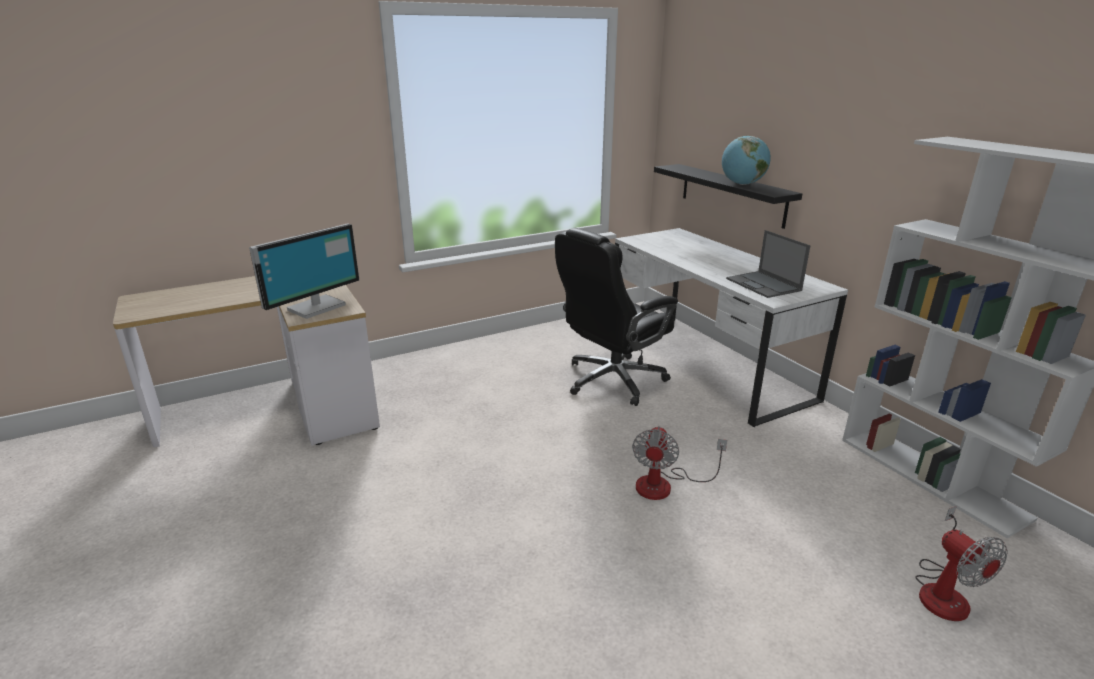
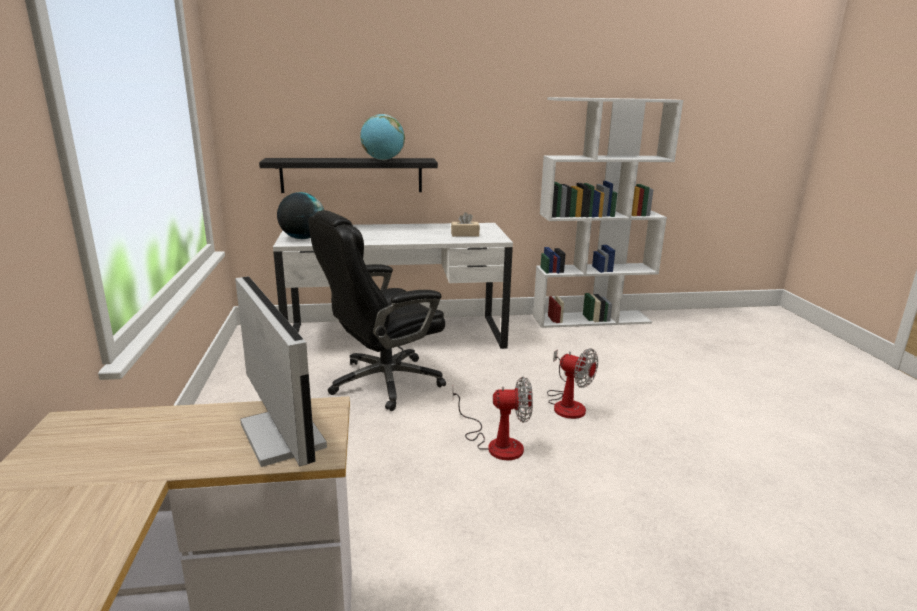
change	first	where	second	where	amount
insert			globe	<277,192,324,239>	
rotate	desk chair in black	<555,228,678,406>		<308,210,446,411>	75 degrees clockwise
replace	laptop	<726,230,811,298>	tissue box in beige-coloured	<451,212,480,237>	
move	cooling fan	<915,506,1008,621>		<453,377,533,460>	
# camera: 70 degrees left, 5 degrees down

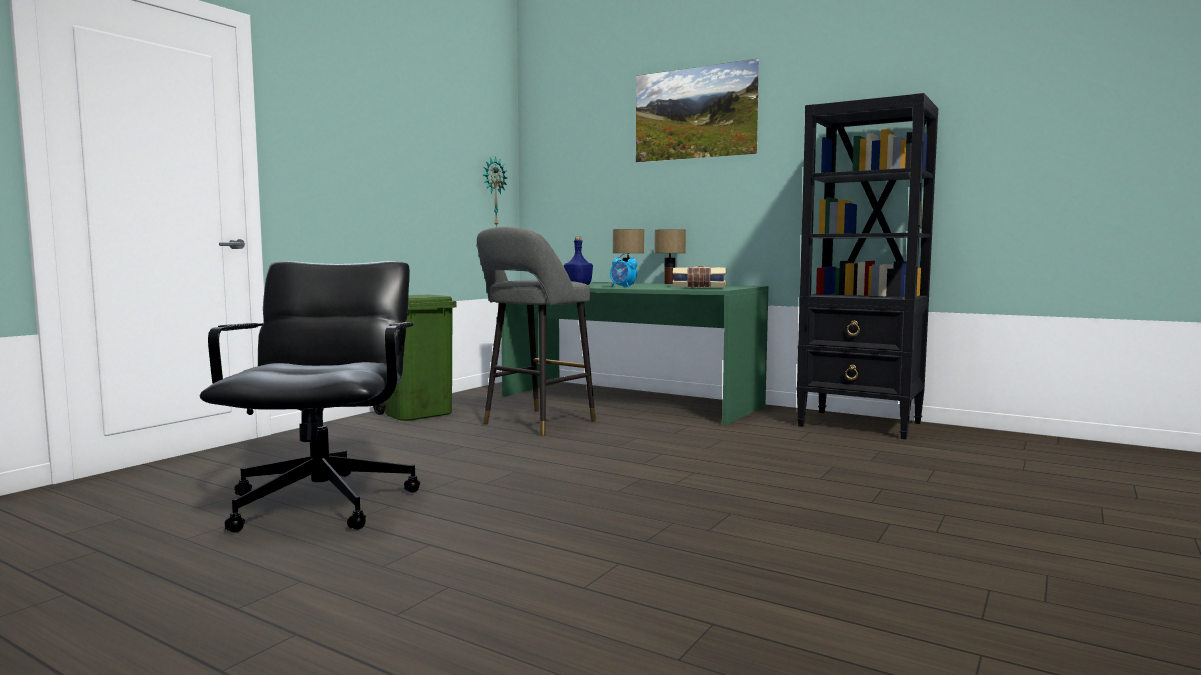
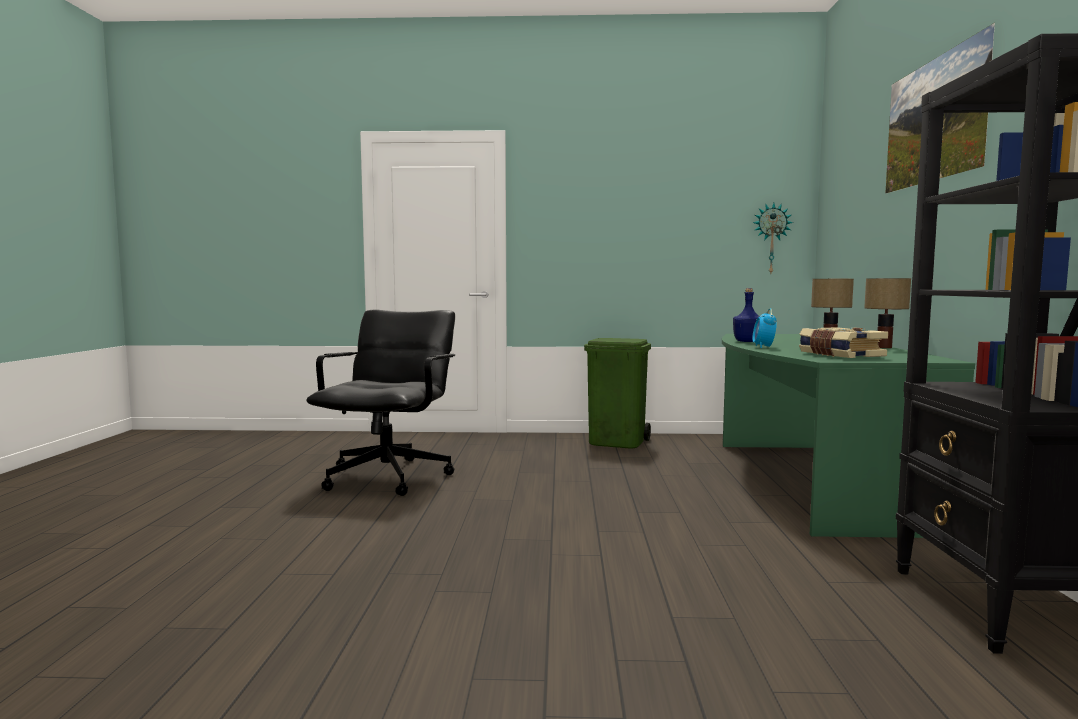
change	first	where	second	where	amount
rotate	desk chair in black	<200,261,420,533>		<306,310,455,496>	45 degrees counterclockwise
delete	stool seat in greyish	<477,227,596,436>			
# camera: 60 degrees right, 0 degrees up

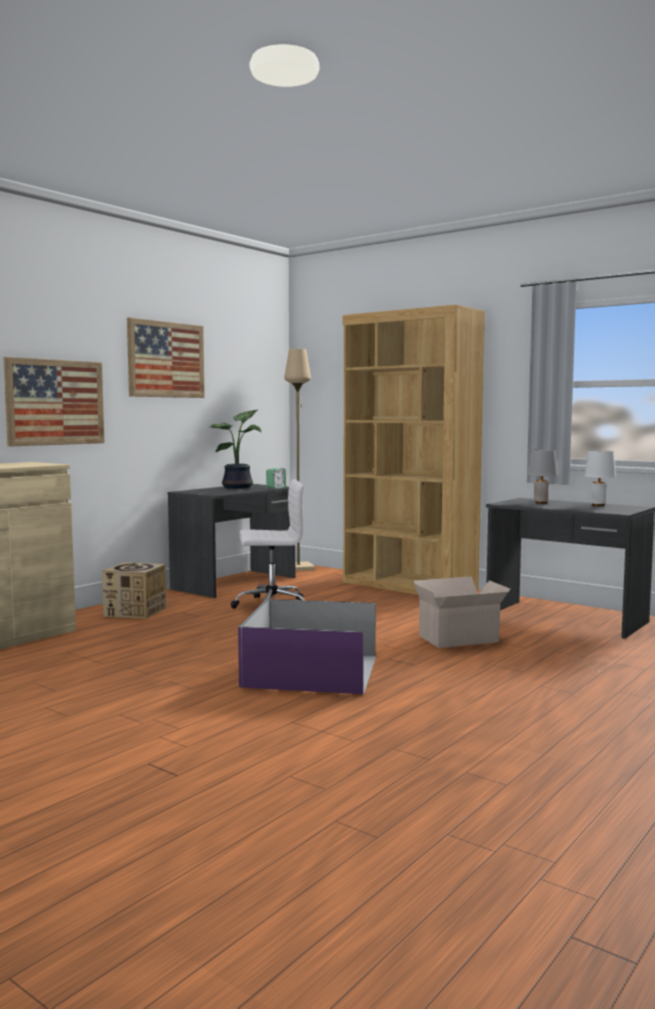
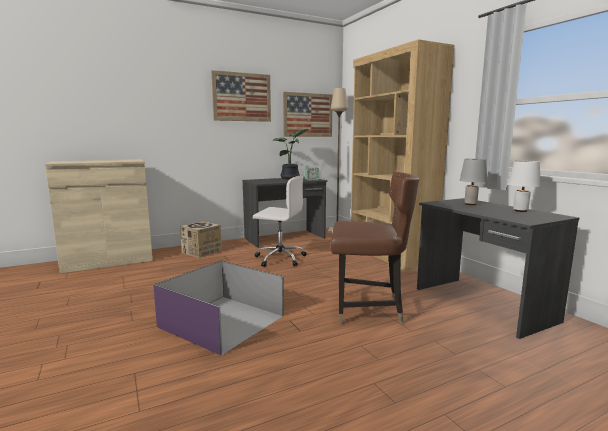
change	first	where	second	where	amount
move	wall art	<3,357,105,447>		<283,92,333,137>	
replace	cardboard box	<414,576,510,648>	plain chair in brown	<331,172,419,325>	
# camera: 25 degrees right, 5 degrees up

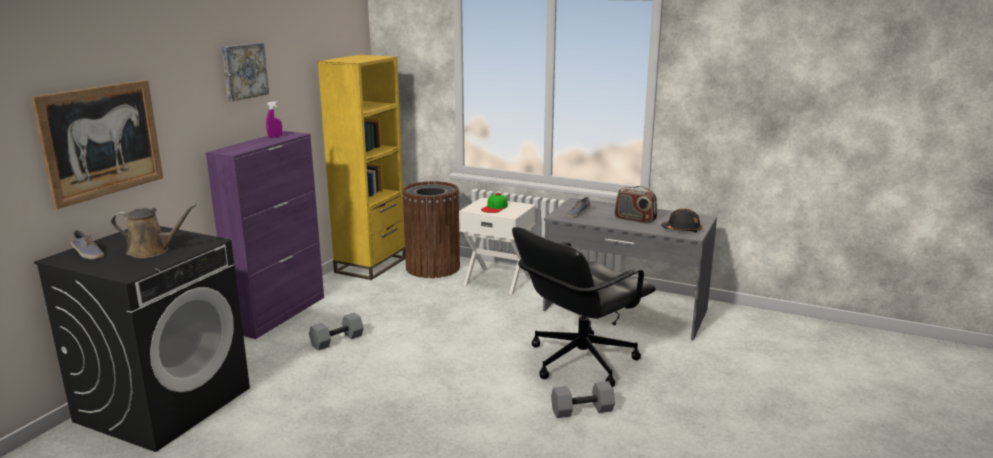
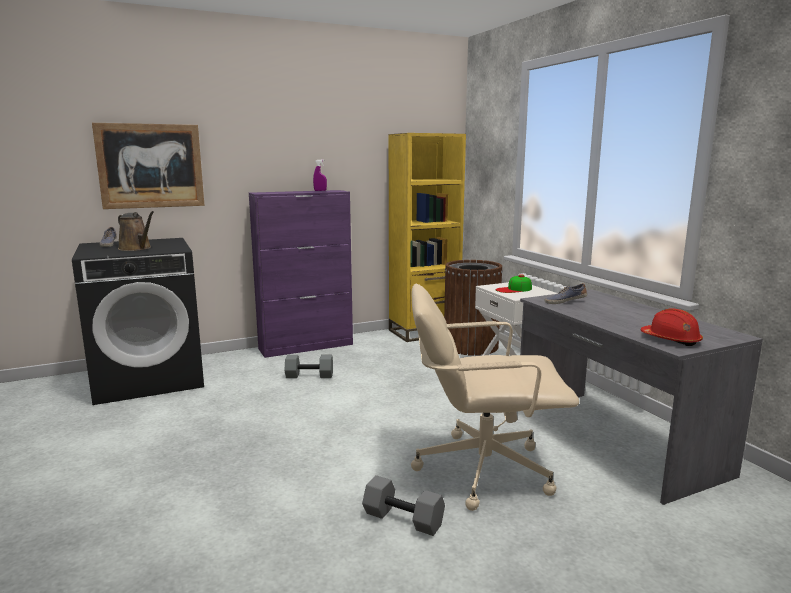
change	first	where	second	where	amount
recolor	desk chair in black	<512,227,656,387>	desk chair in beige-coloured	<411,284,579,511>	
recolor	work helmet in black	<661,208,702,232>	work helmet in reddish	<641,309,703,346>	
delete	wall art	<222,43,269,102>			
delete	radio	<614,186,657,224>			
# camera: 40 degrees right, 5 degrees down

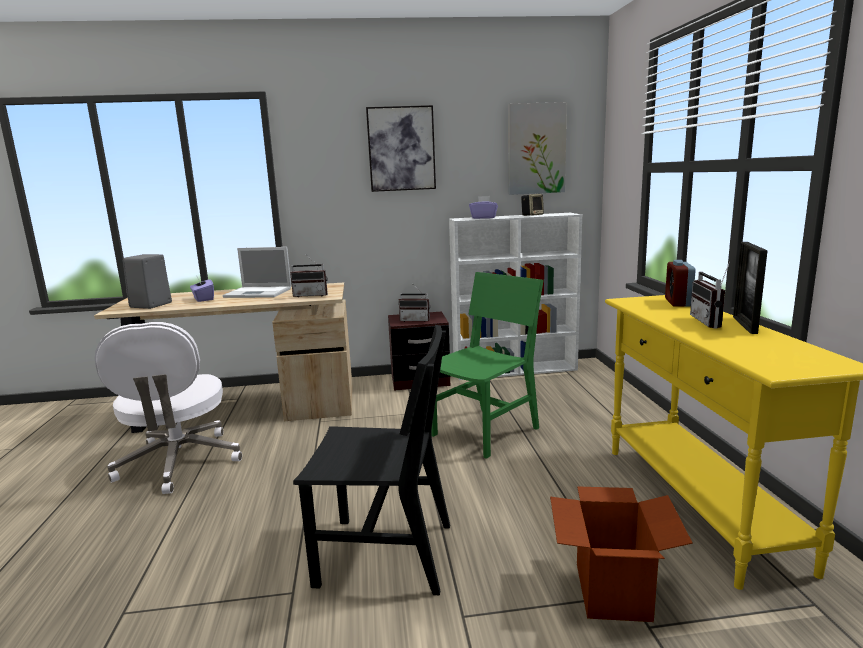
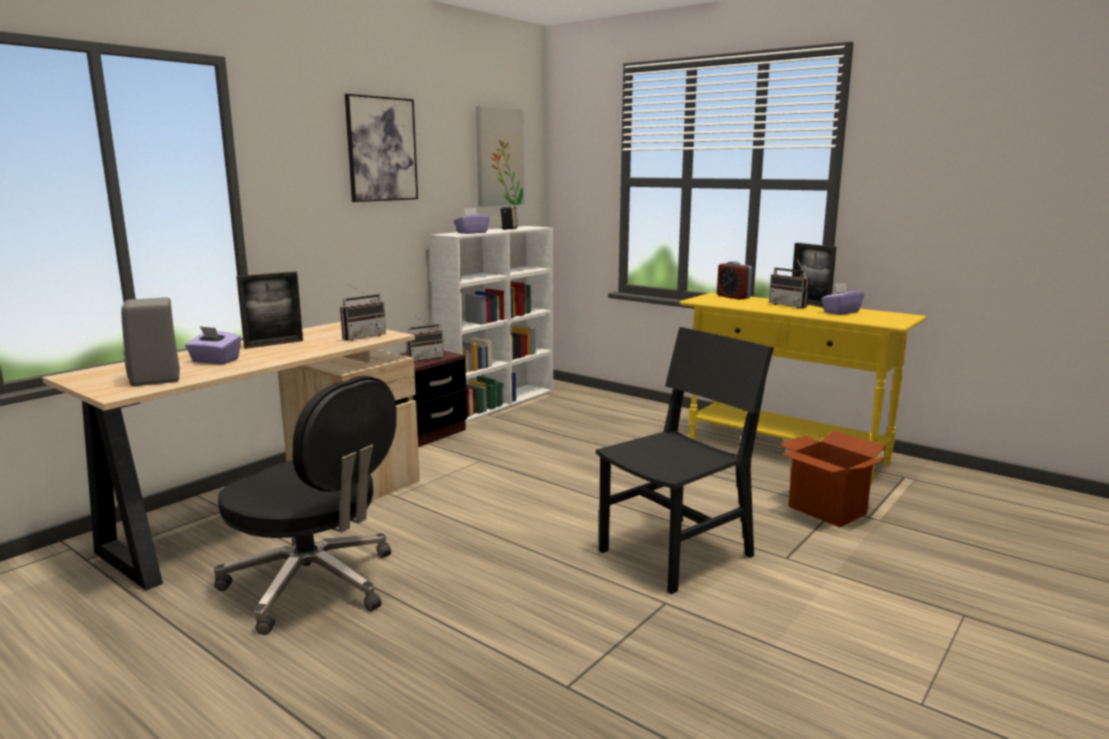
change	first	where	second	where	amount
recolor	desk chair in whitish	<95,322,242,494>	desk chair in black	<214,375,397,635>	
replace	laptop	<222,247,291,298>	standing frame	<236,271,303,349>	
insert			tissue box in purple-coloured	<821,282,864,315>	
delete	plain chair in green-coloured	<431,272,544,459>			
# camera: 45 degrees left, 0 degrees up

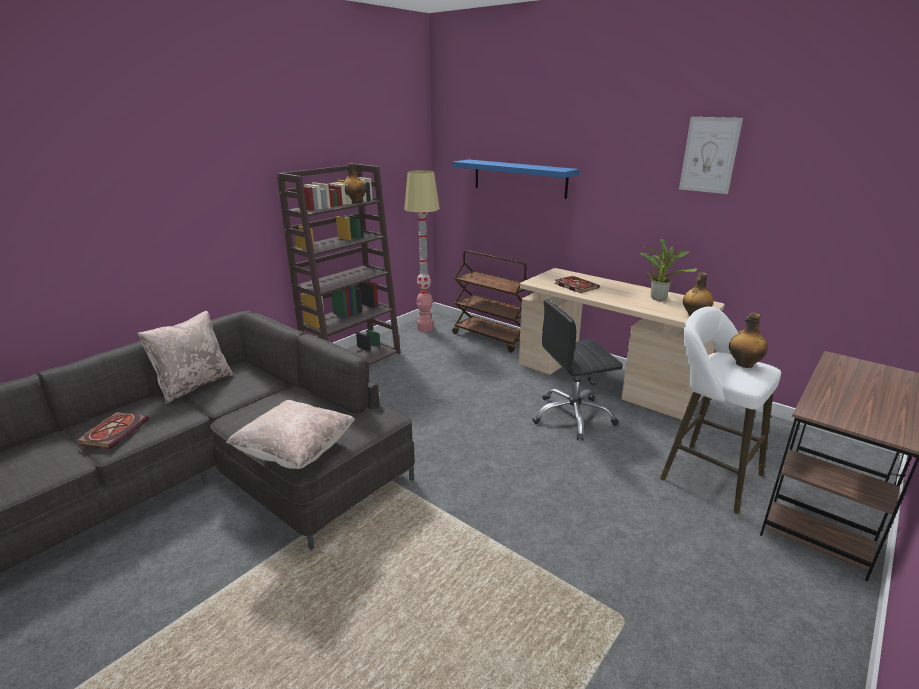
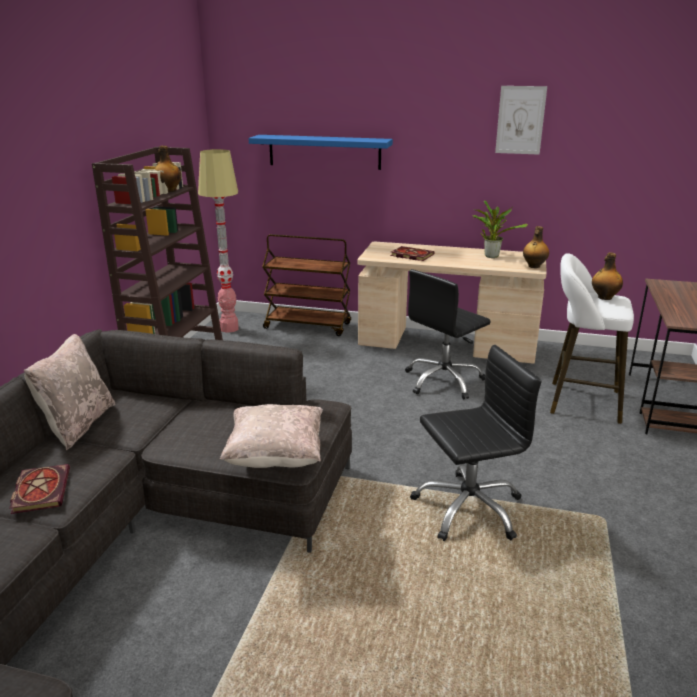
change	first	where	second	where	amount
insert			desk chair in black	<410,345,541,541>	
# camera: 25 degrees left, 0 degrees up

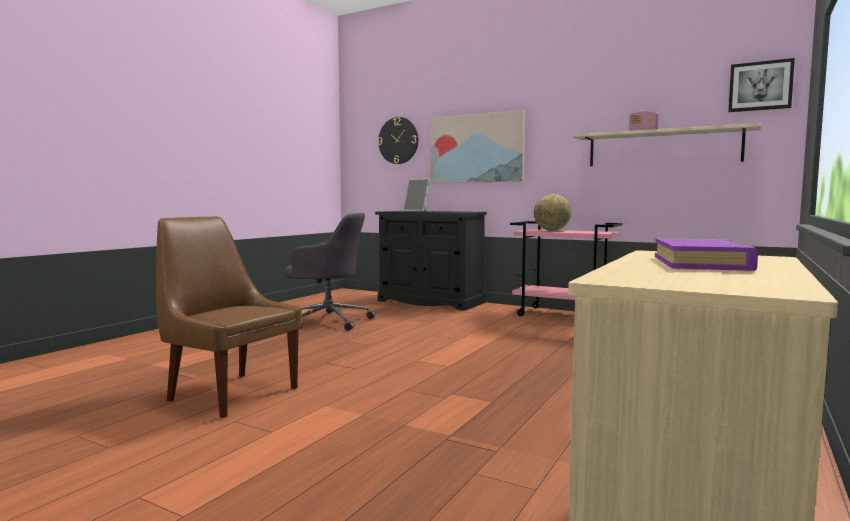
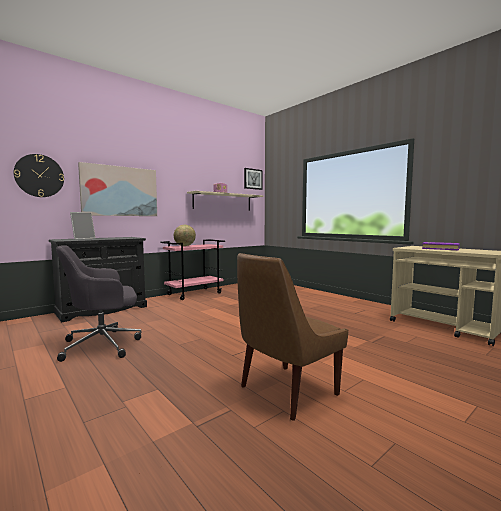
change	first	where	second	where	amount
rotate	desk chair in greyish	<284,213,375,331>		<56,245,141,362>	150 degrees counterclockwise
# camera: 70 degrees left, 0 degrees up

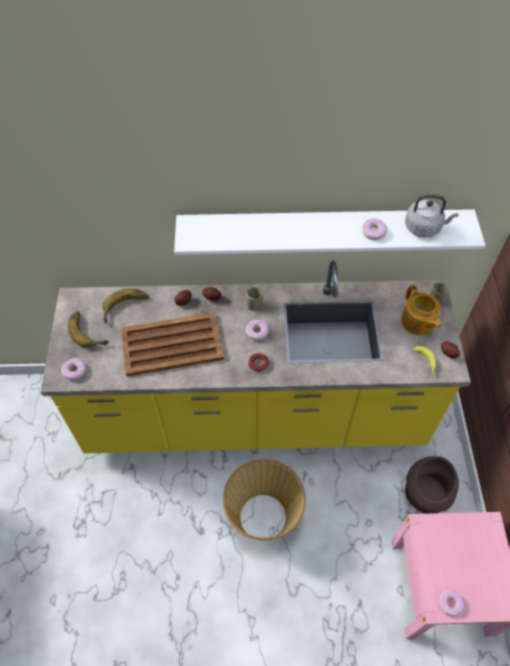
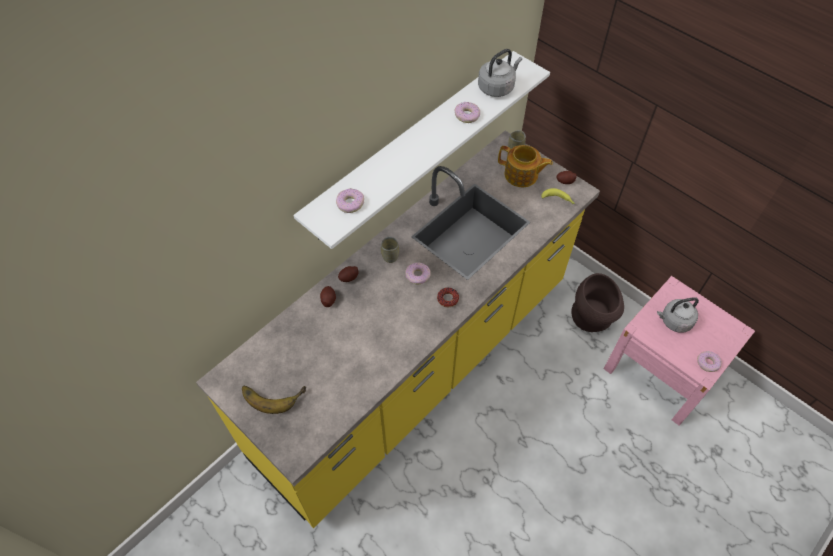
change	first	where	second	where	amount
move	doughnut	<61,358,86,380>		<336,189,364,213>	
insert			water kettle in greyish	<657,297,699,333>	
delete	banana fruit	<103,288,149,324>			
delete	serving tray in brown	<121,312,224,376>			
delete	household basket	<223,459,306,541>			
# camera: 45 degrees left, 0 degrees up

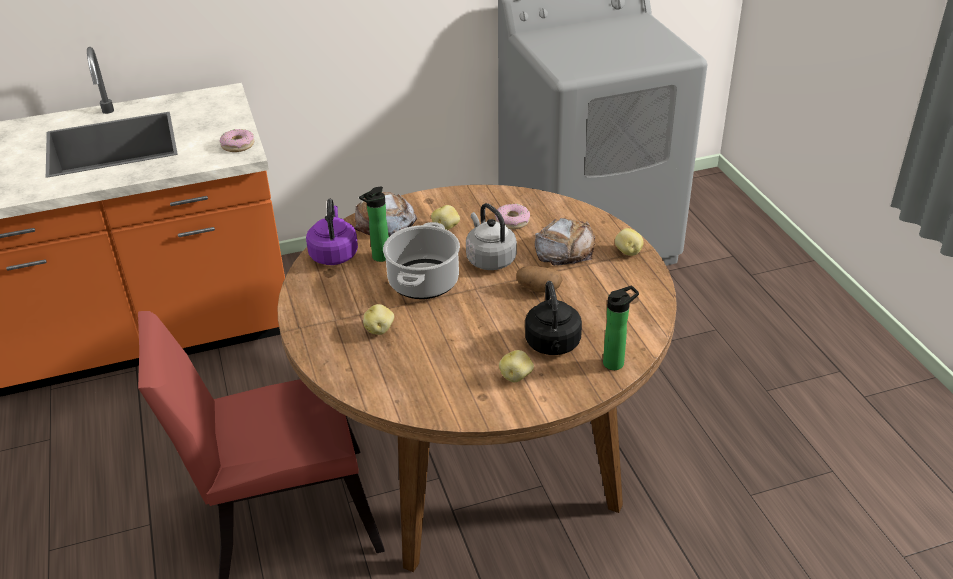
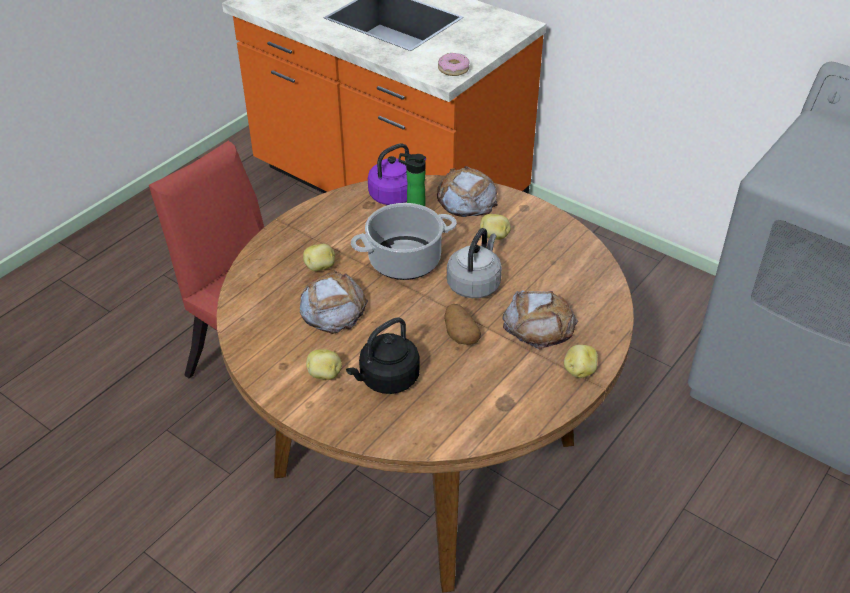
change	first	where	second	where	amount
insert			baked bread	<300,270,368,334>	
delete	doughnut	<495,204,530,230>			
delete	bottle	<603,286,639,370>			
# camera: 55 degrees right, 5 degrees up

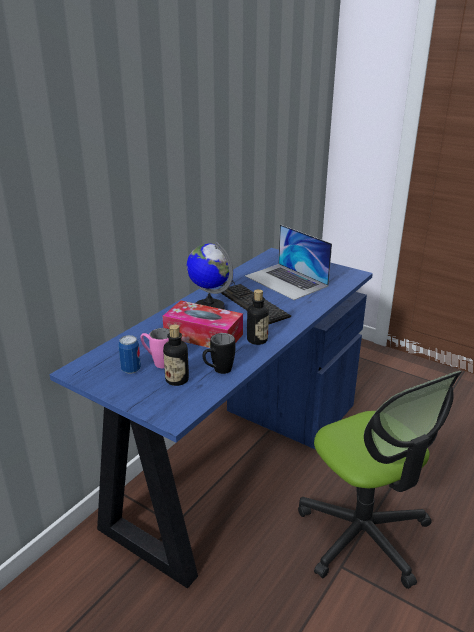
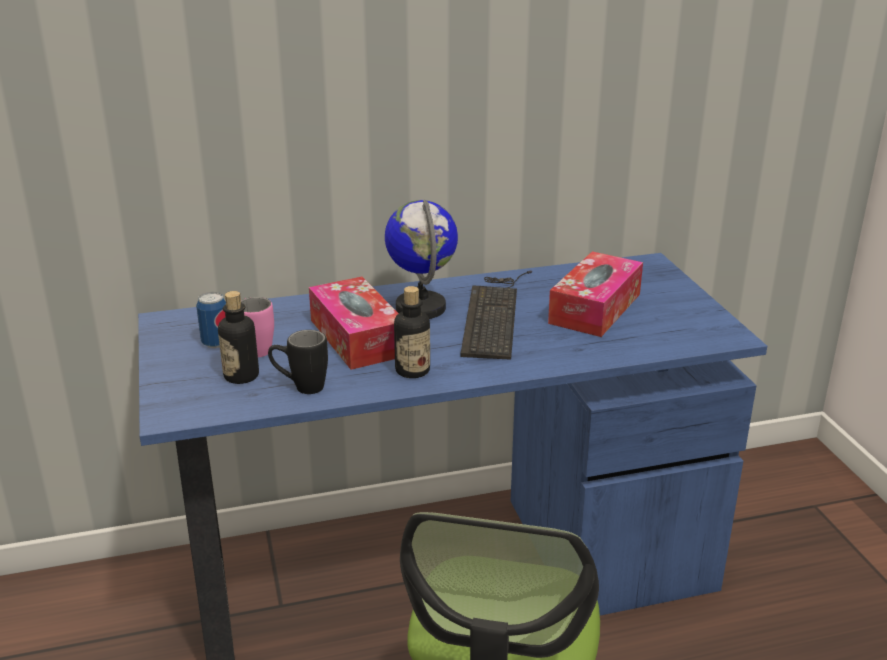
change	first	where	second	where	amount
replace	laptop	<245,224,332,300>	tissue box	<548,251,643,337>	
# camera: 40 degrees right, 0 degrees up

